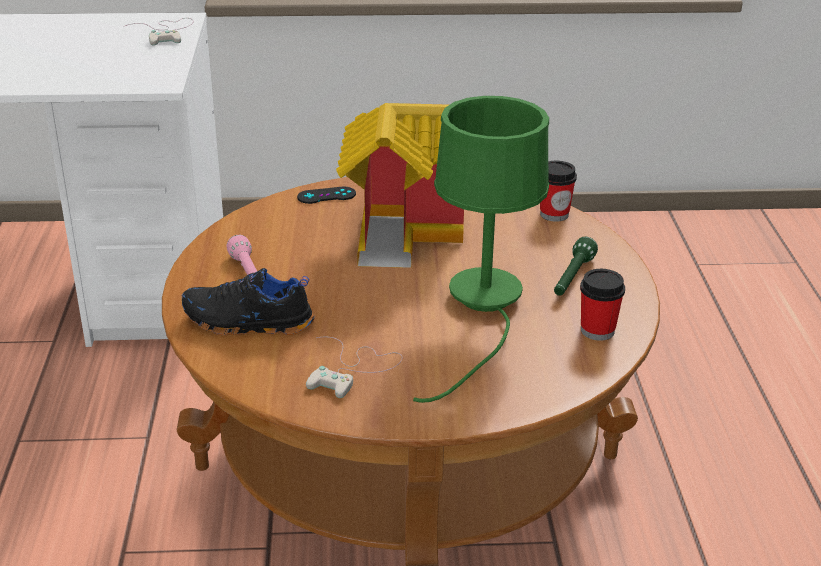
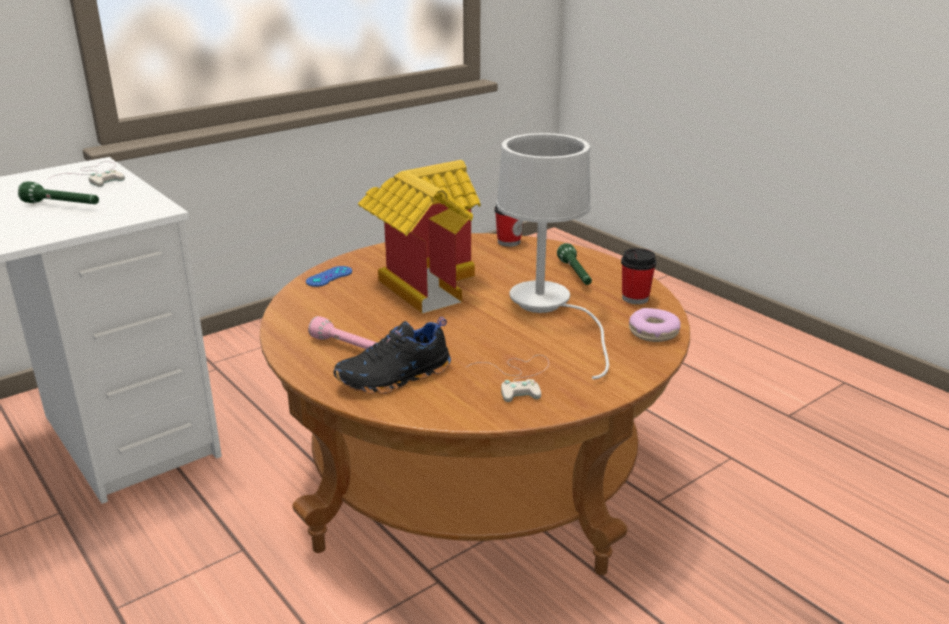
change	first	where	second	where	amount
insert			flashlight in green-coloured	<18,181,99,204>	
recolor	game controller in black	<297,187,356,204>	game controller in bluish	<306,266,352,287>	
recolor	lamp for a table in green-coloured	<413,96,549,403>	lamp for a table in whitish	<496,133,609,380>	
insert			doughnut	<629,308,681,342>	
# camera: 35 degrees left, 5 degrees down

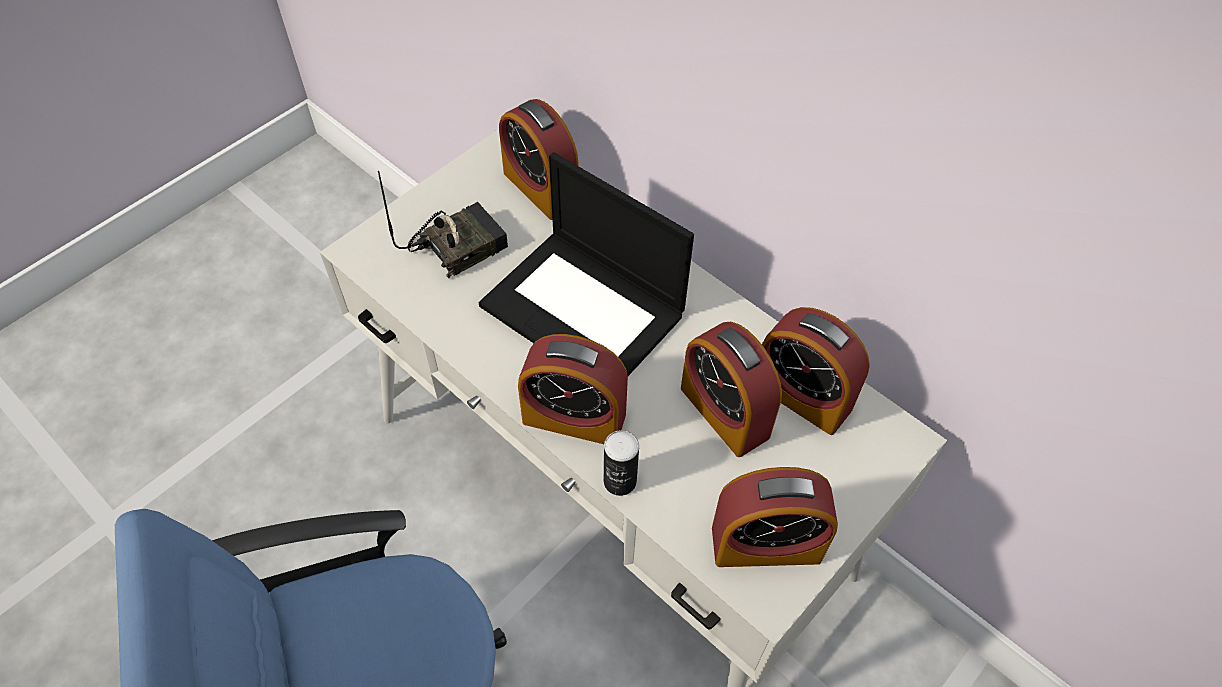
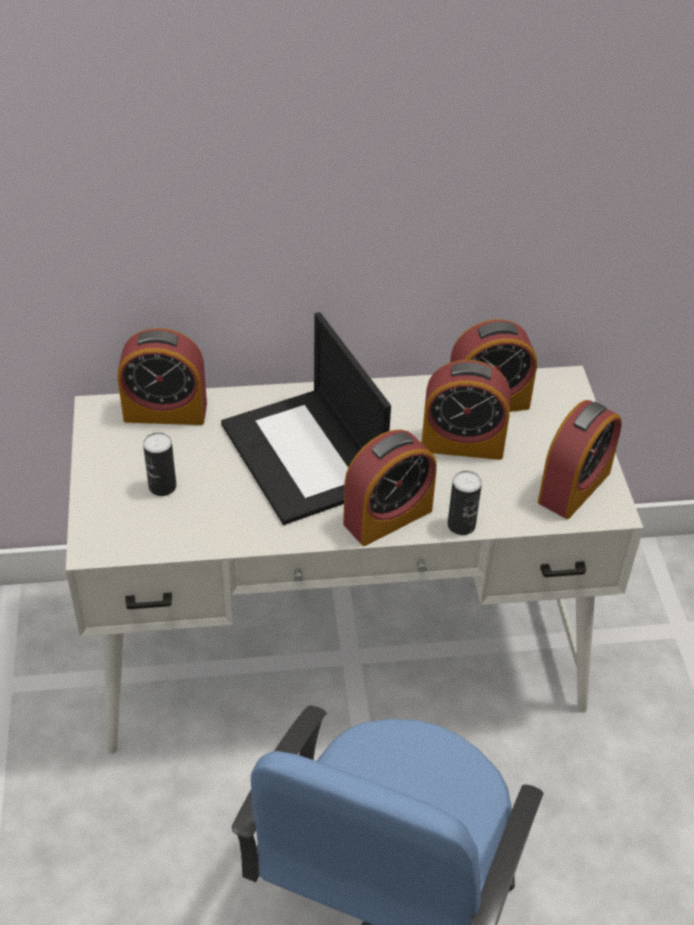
change	first	where	second	where	amount
replace	radio	<378,171,508,278>	sealed can	<143,432,176,496>	
rotate	laptop	<479,152,694,376>		<221,312,391,525>	75 degrees clockwise
# camera: 50 degrees left, 10 degrees down

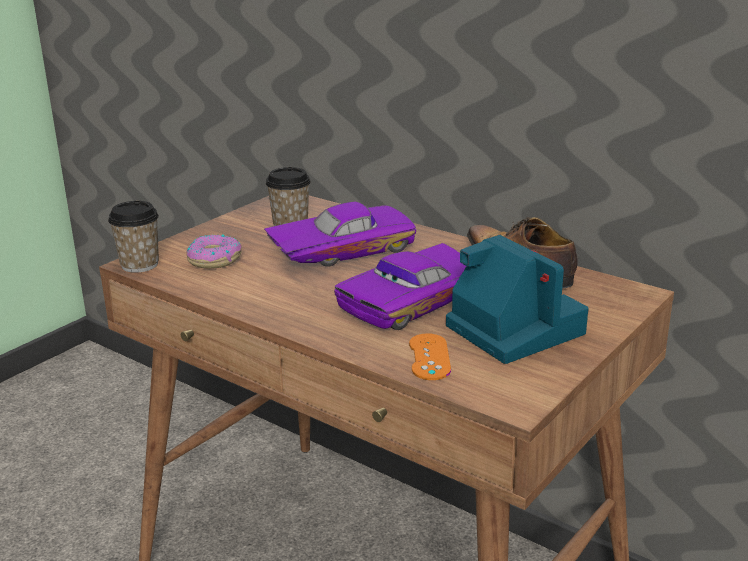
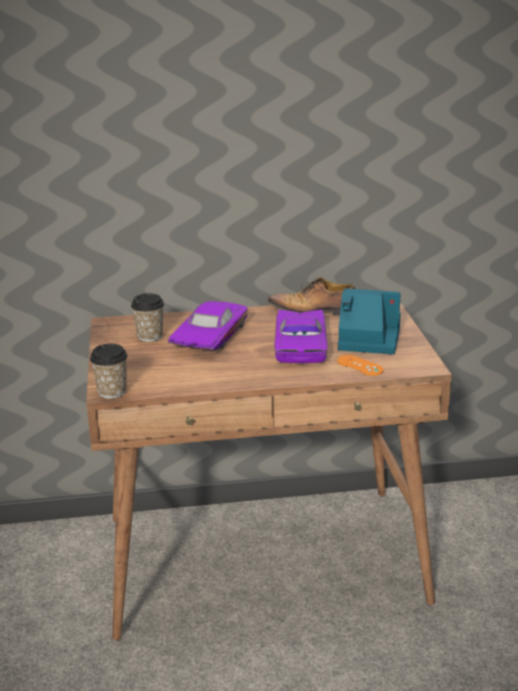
change	first	where	second	where	amount
delete	doughnut	<186,234,242,269>			
# camera: 45 degrees left, 0 degrees up

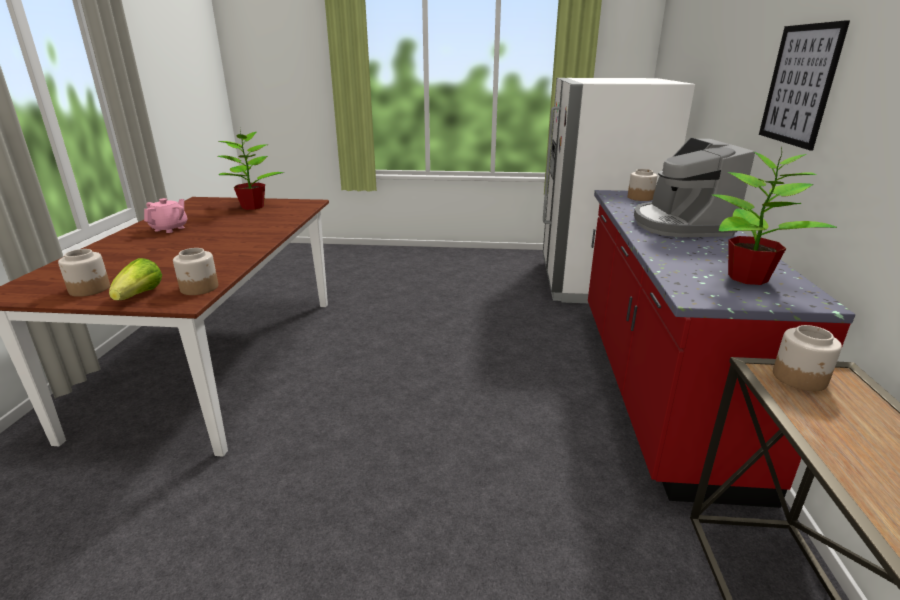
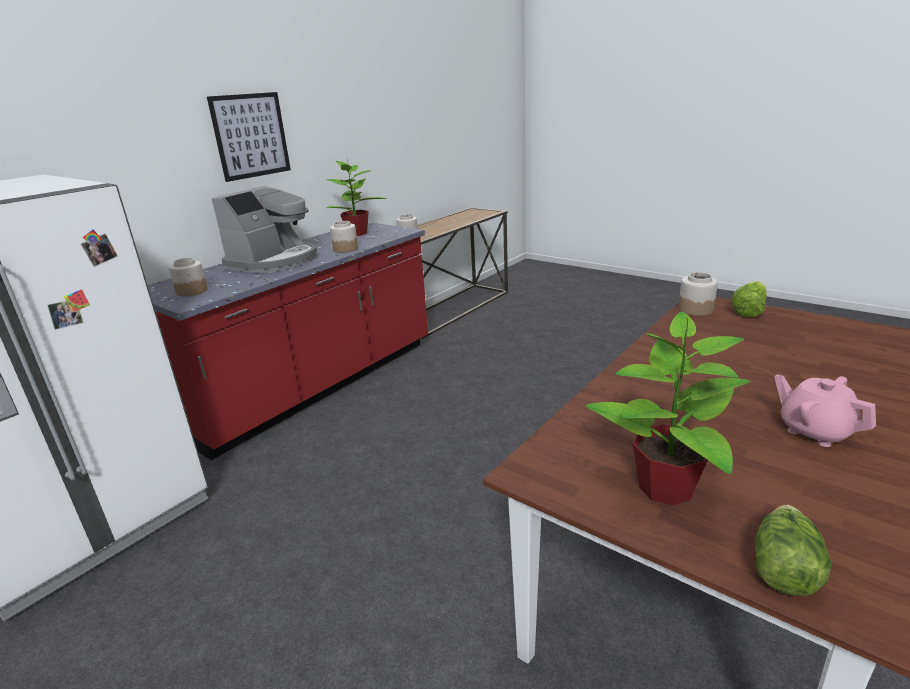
change	first	where	second	where	amount
move	jar	<58,249,110,297>		<330,221,358,253>	
insert			lettuce	<755,505,831,596>	
rotate	tea pot in pink	<144,198,187,233>		<774,374,876,447>	90 degrees clockwise
# camera: 145 degrees left, 0 degrees up

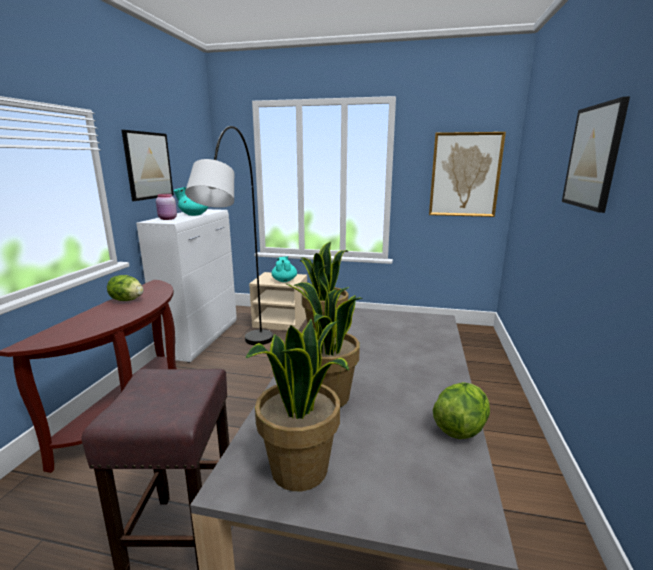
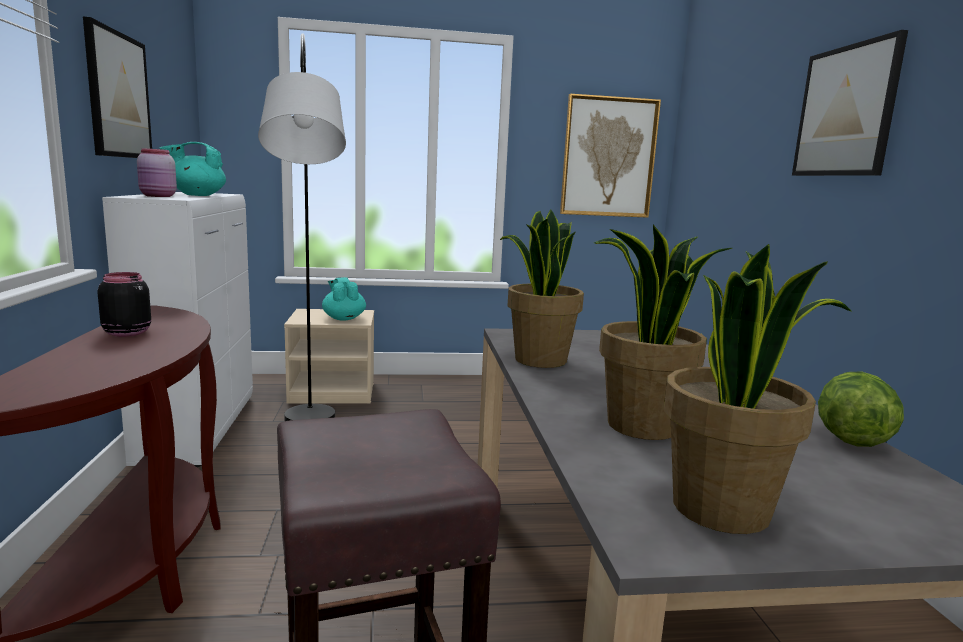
change	first	where	second	where	amount
replace	lettuce	<107,275,144,301>	jar in black	<98,272,151,337>	
# camera: 20 degrees left, 5 degrees down

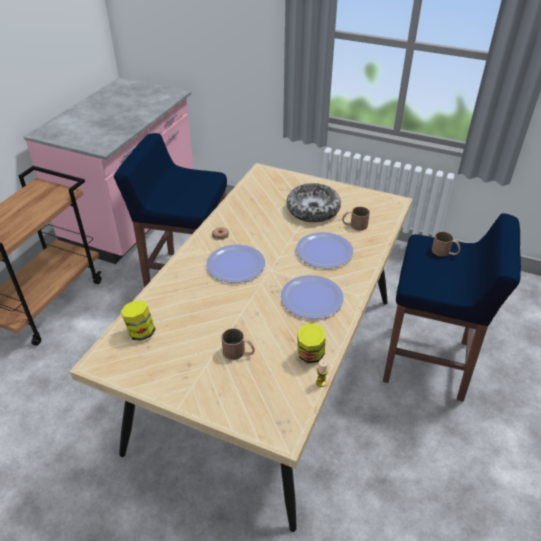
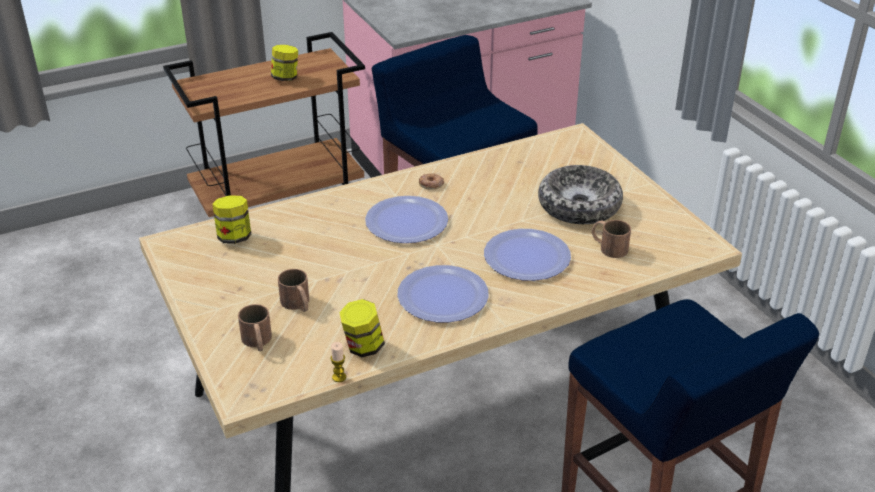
change	first	where	second	where	amount
move	tea mug in brown	<432,231,460,257>		<238,304,272,351>	
insert			jar	<271,45,298,81>	
# camera: 40 degrees right, 5 degrees down

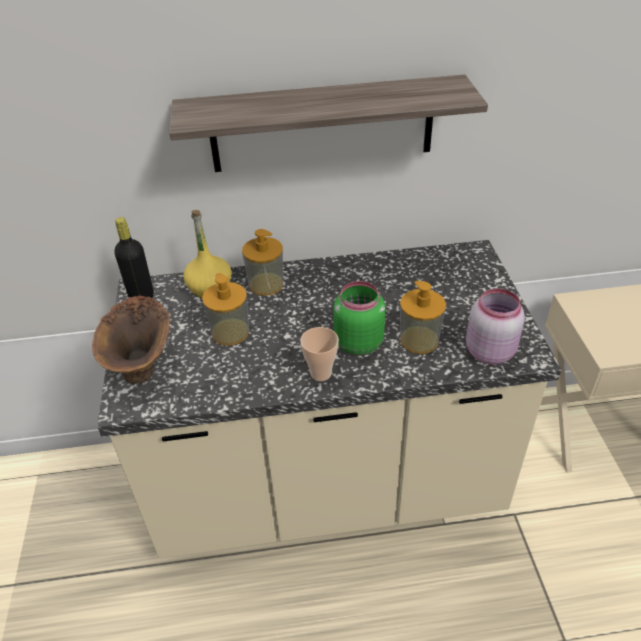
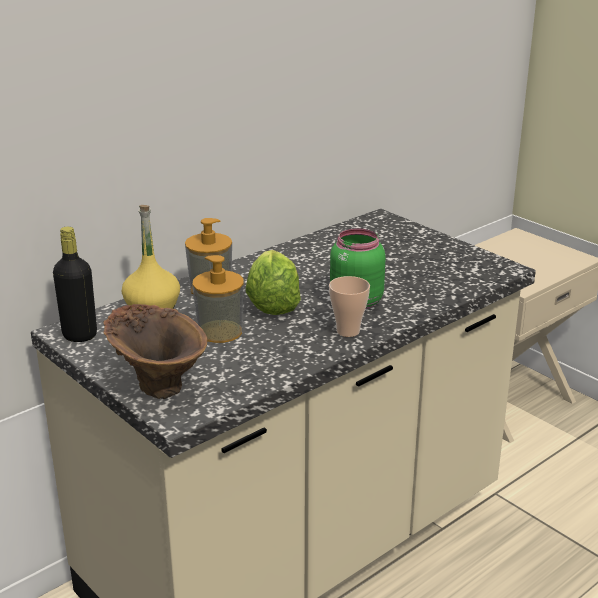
change	first	where	second	where	amount
insert			lettuce	<246,250,301,315>	
delete	wall shelf	<169,74,488,172>			
delete	soap dispenser	<400,281,446,354>			
delete	jar in pink	<466,288,525,365>			
# camera: 35 degrees left, 15 degrees down

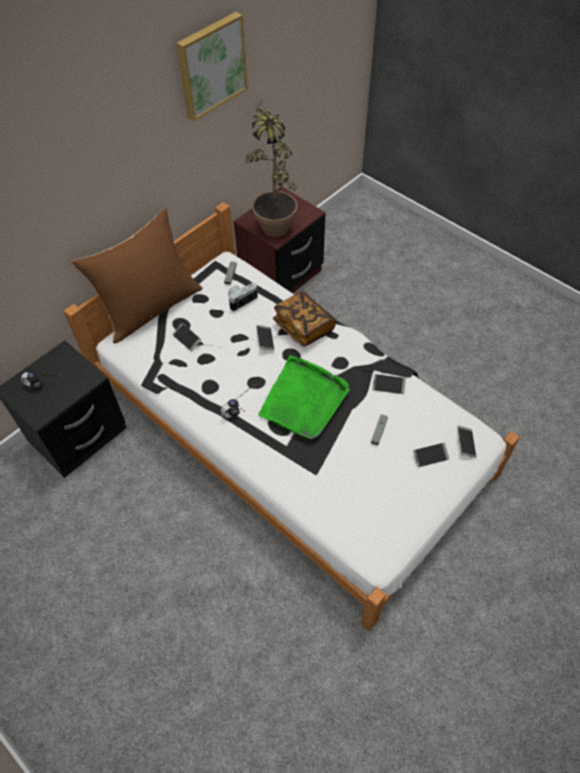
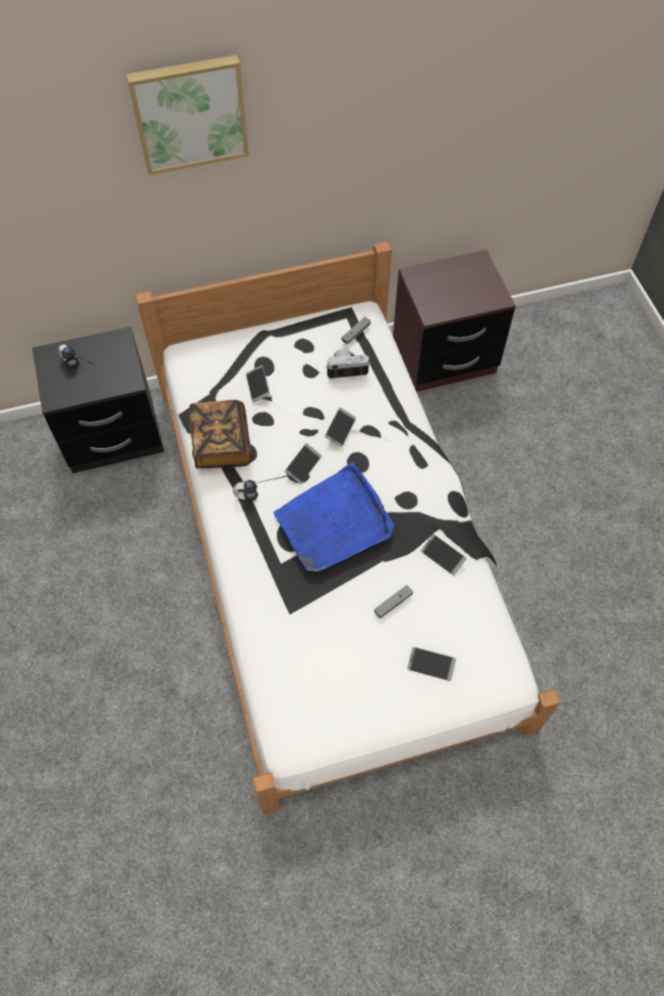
change	first	where	second	where	amount
move	wall art	<176,12,248,121>		<126,55,249,175>	
move	volume	<273,291,336,347>		<189,400,253,469>	
recolor	serving tray in green-coloured	<258,355,350,439>	serving tray in bluish	<273,462,394,571>	
move	handset	<457,425,477,458>		<285,443,322,484>	
delete	pillow in brown	<72,208,202,343>			
delete	potted plant	<246,97,297,237>			
# camera: 30 degrees right, 5 degrees up

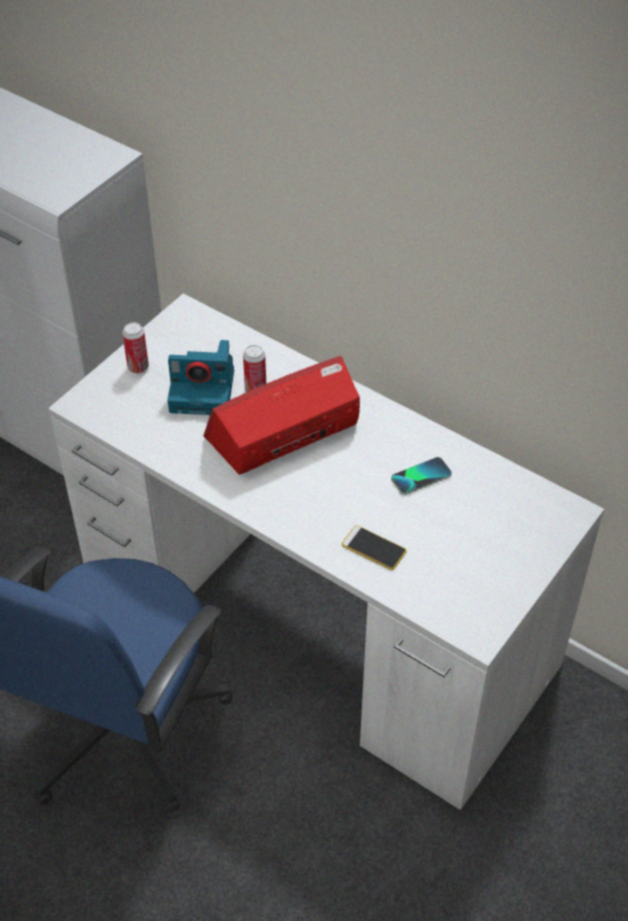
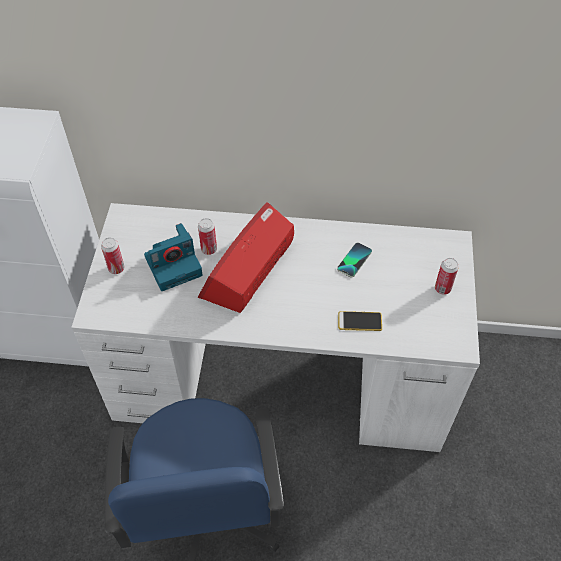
change	first	where	second	where	amount
insert			sealed can	<435,258,459,295>	
# camera: 30 degrees left, 5 degrees up

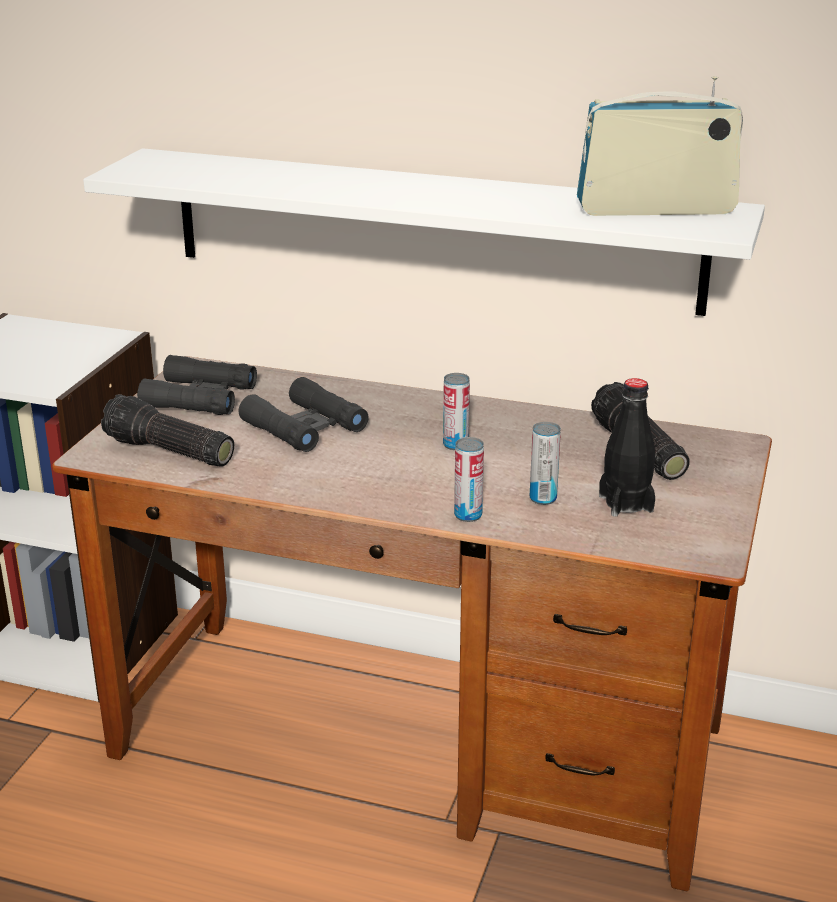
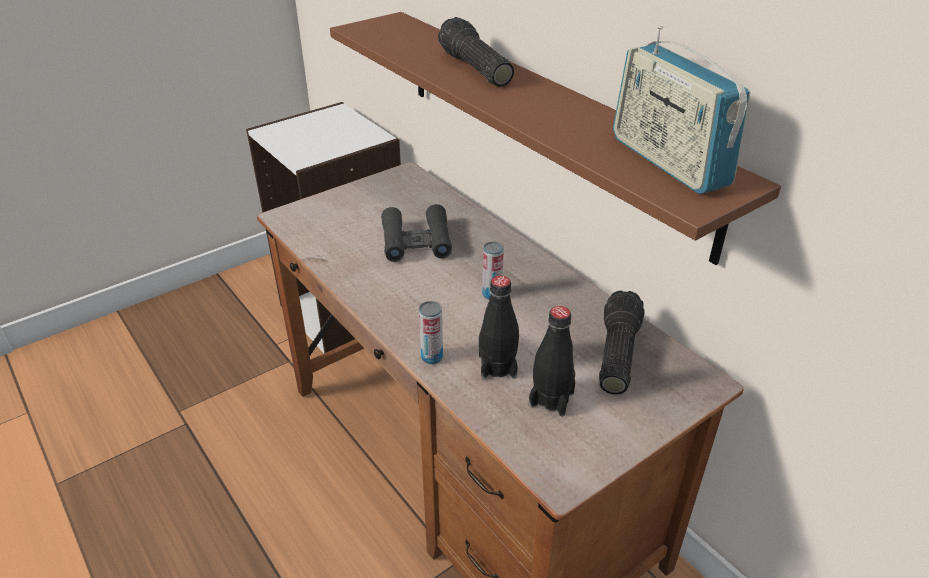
change	first	where	second	where	amount
recolor	wall shelf in whitish	<83,148,765,316>	wall shelf in brown	<330,12,781,265>	
move	flashlight	<101,394,234,467>		<438,17,514,87>	
replace	sealed can	<530,422,561,505>	bottle in black	<479,276,519,380>	
rotate	radio	<577,76,743,216>		<613,26,750,194>	150 degrees counterclockwise
delete	pair of binoculars in black	<137,355,257,415>			
# camera: 35 degrees right, 10 degrees up

